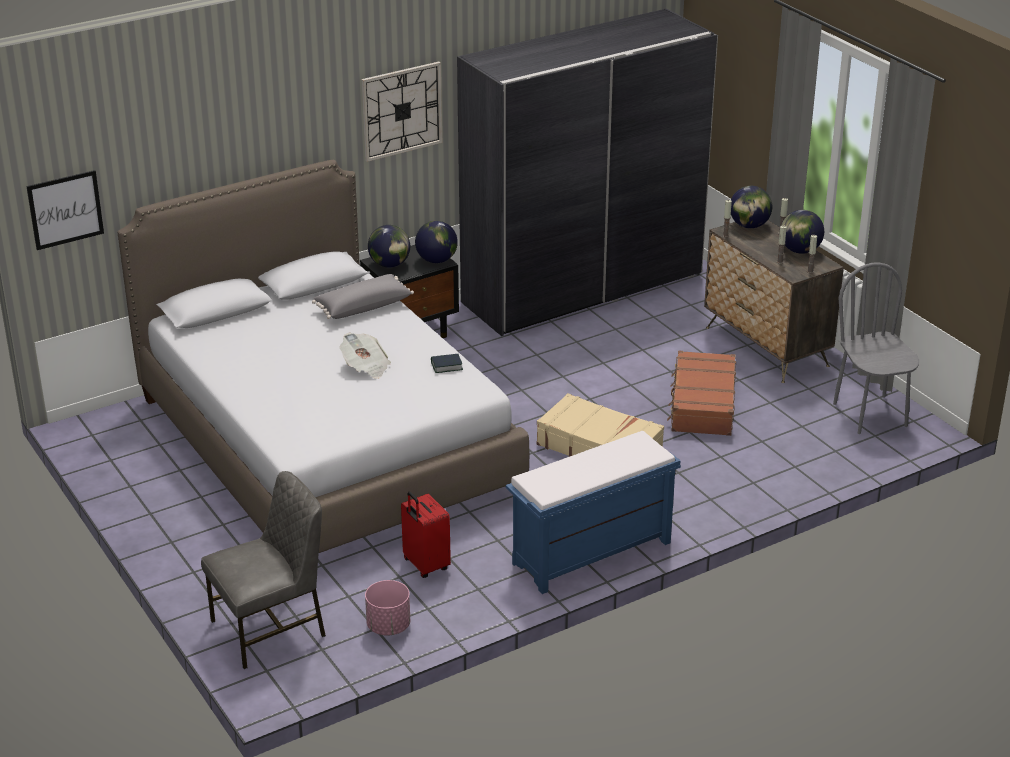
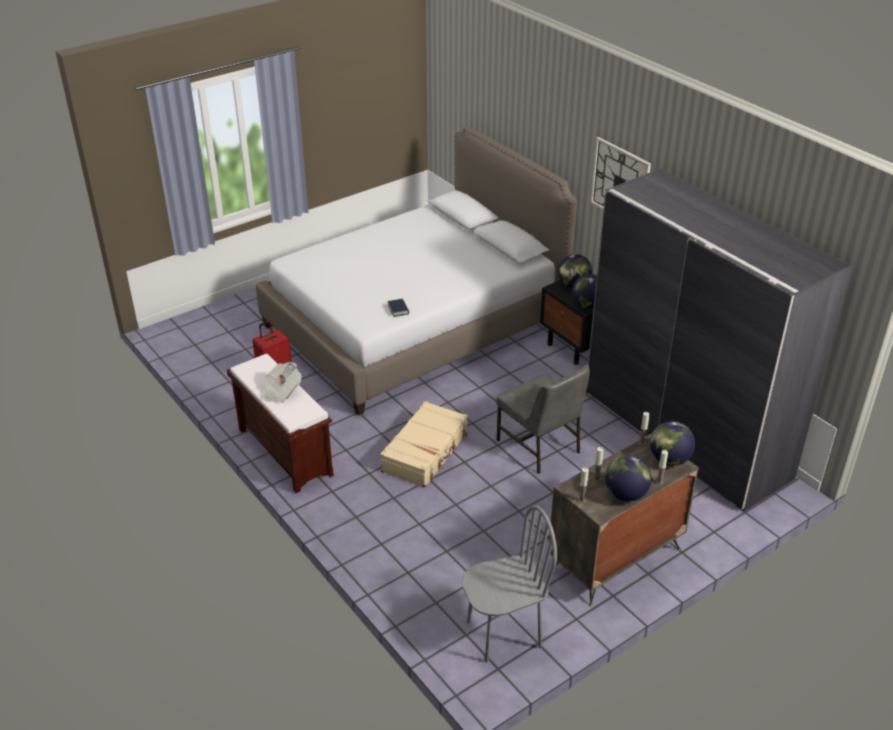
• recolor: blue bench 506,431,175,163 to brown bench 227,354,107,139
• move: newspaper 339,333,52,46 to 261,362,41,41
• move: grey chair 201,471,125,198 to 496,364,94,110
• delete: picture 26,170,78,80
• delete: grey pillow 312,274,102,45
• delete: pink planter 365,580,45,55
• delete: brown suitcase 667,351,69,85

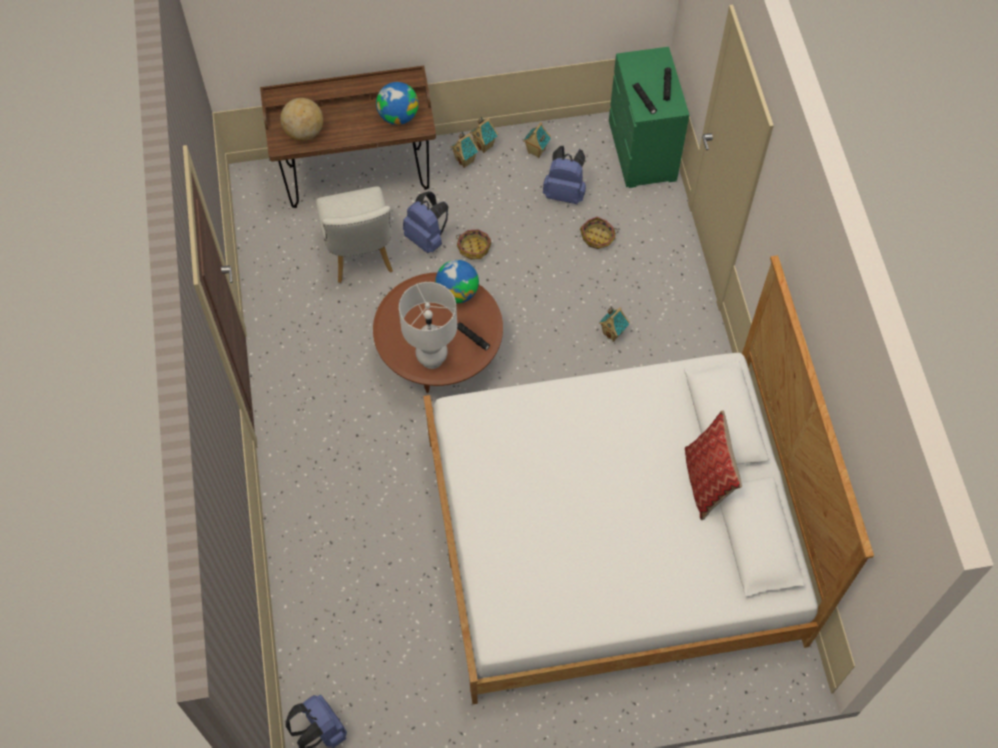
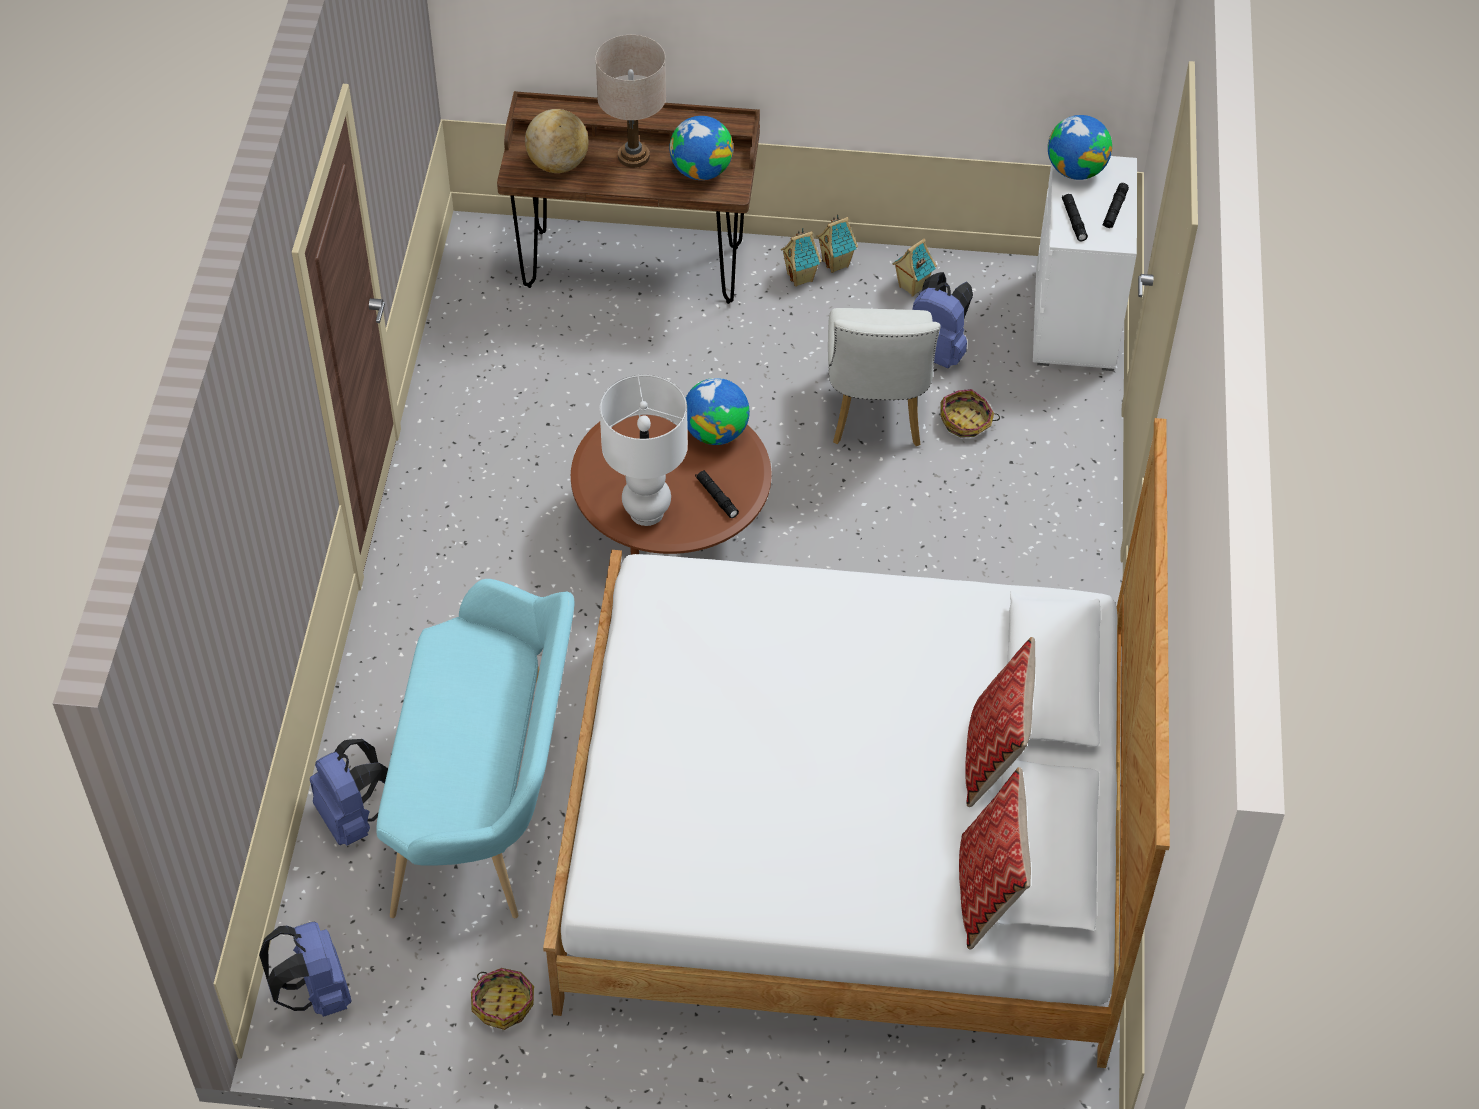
• move: blue backpack 403,191,45,62 to 310,739,78,107
• insert: turquoise bench 376,579,198,339
• move: basket 456,229,35,31 to 471,968,63,62
• insert: beige table lamp 595,35,71,133
• move: white chair 316,186,77,97 to 828,308,113,138
• insert: pillow 959,767,72,183
• recolor: green dresser 609,47,80,141 to white dresser 1033,156,104,215
• insert: globe 1048,115,64,65
• delete: toy house 599,306,31,36

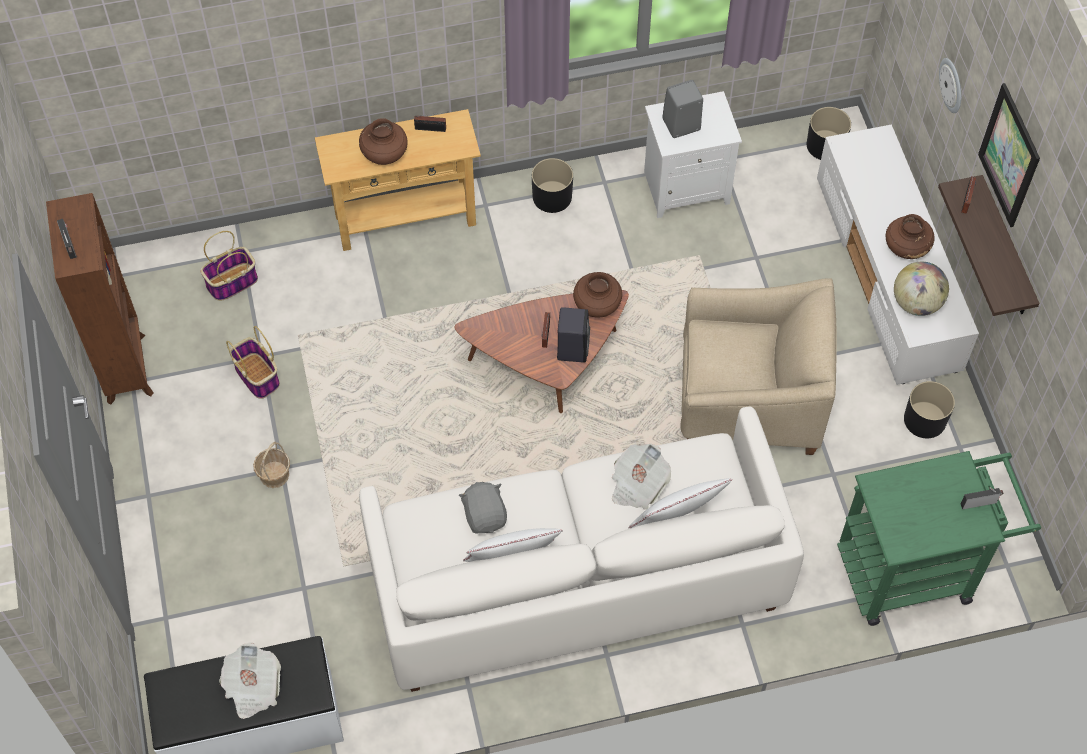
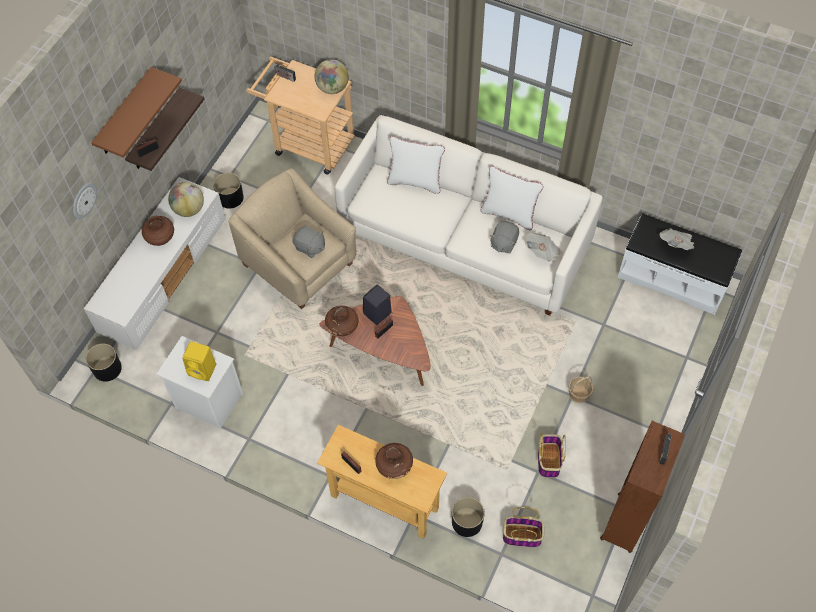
• replace: picture 978,83,62,144 to brown shelf 91,67,91,91
• recolor: grey speaker 662,80,41,58 to yellow speaker 183,341,33,40
• recolor: green cart 837,451,204,175 to beige cart 246,57,109,118
• insert: grey plush toy 292,226,33,32
• insert: globe 315,59,34,35
• move: black planter 532,158,41,55 to 452,497,33,40
• move: newspaper 612,444,59,66 to 525,232,37,30

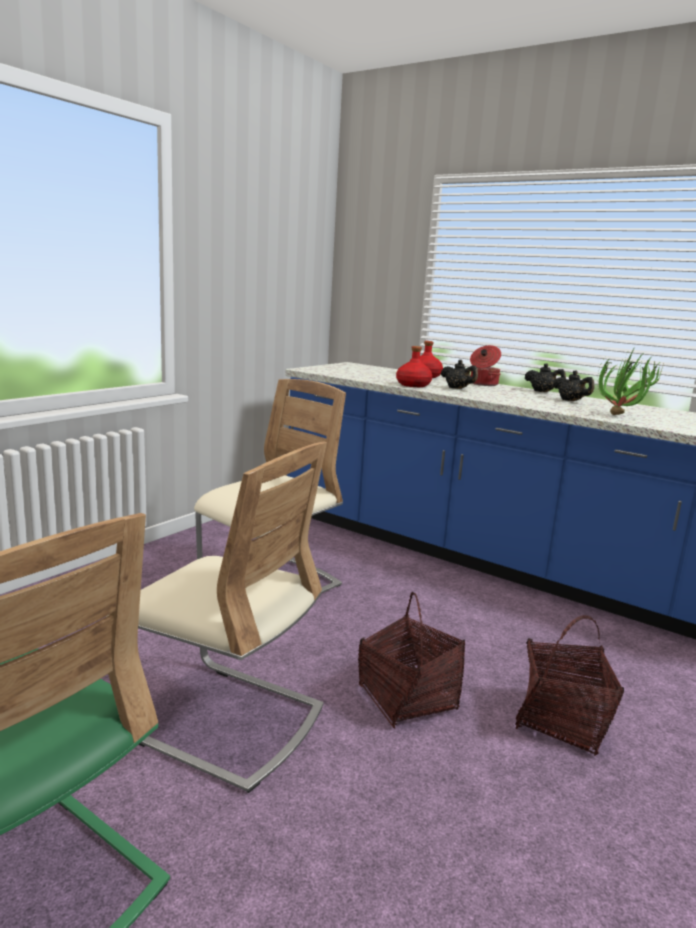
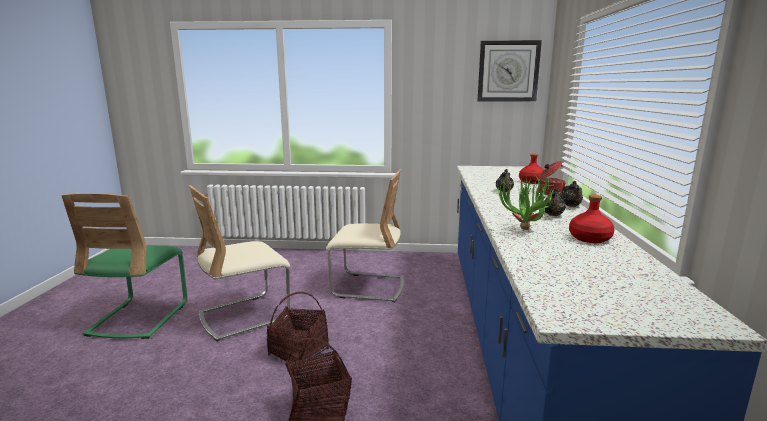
• rotate: beige chair 106,442,221,351 = 189,185,101,156 60 degrees clockwise
• insert: wall clock 478,40,64,62
• move: red bottle 396,346,36,41 to 569,195,46,48

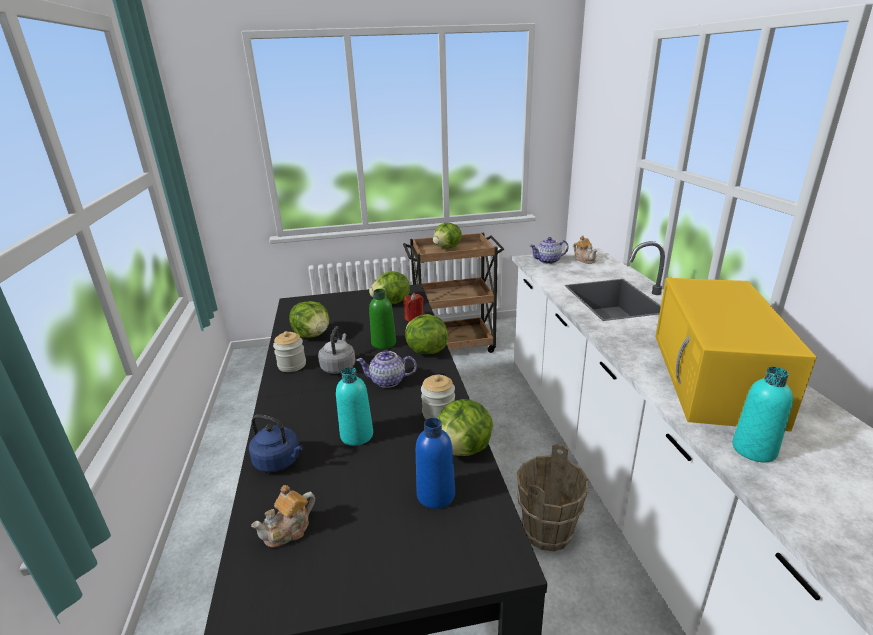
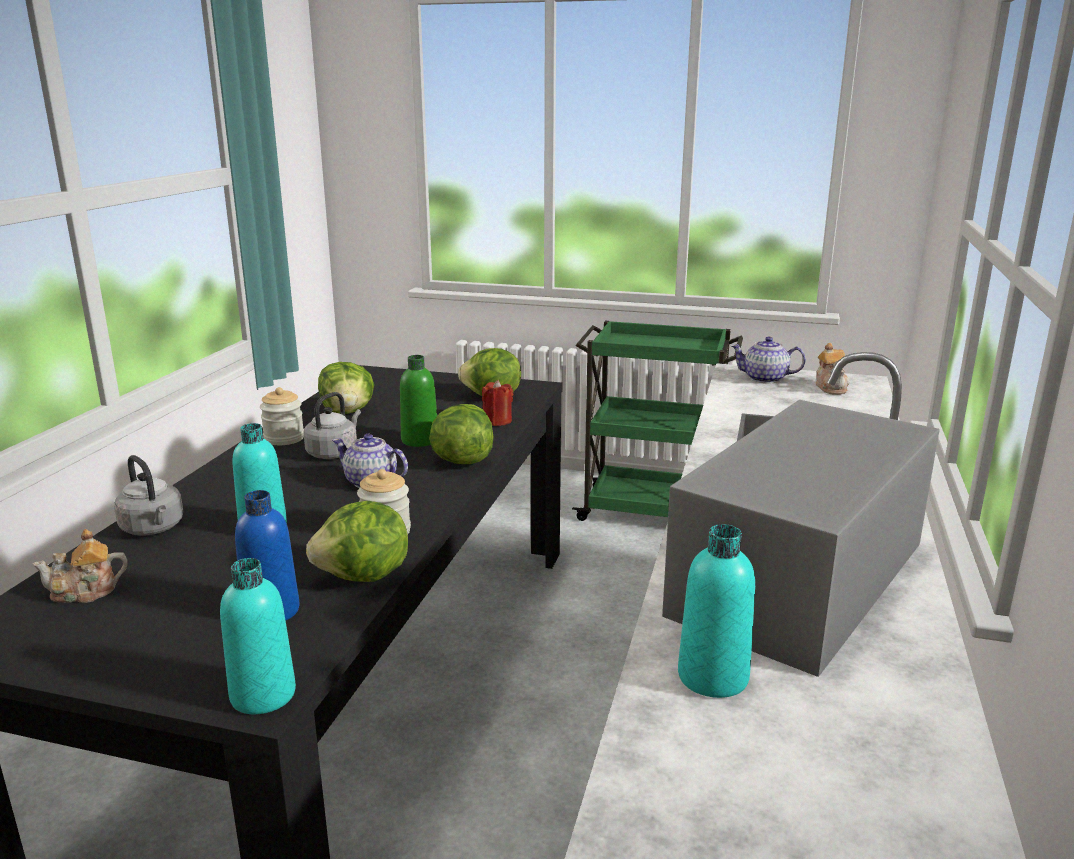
• recolor: blue kettle 249,414,54,58 to grey kettle 114,455,69,80
• insert: turquoise bottle 220,558,76,156
• recolor: brown cart 403,233,101,120 to green cart 572,321,171,200
• recolor: yellow microwave 655,278,162,153 to grey microwave 662,400,278,277
• delete: lettuce 433,223,29,25
• delete: brown bucket 517,444,71,107

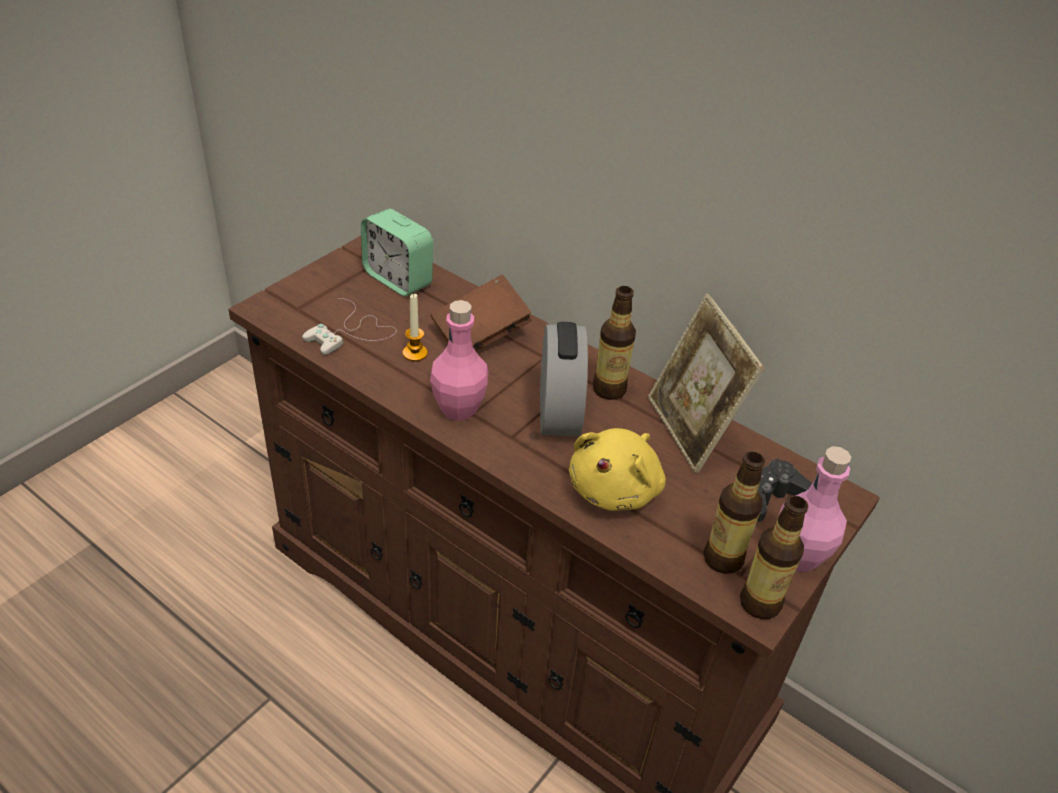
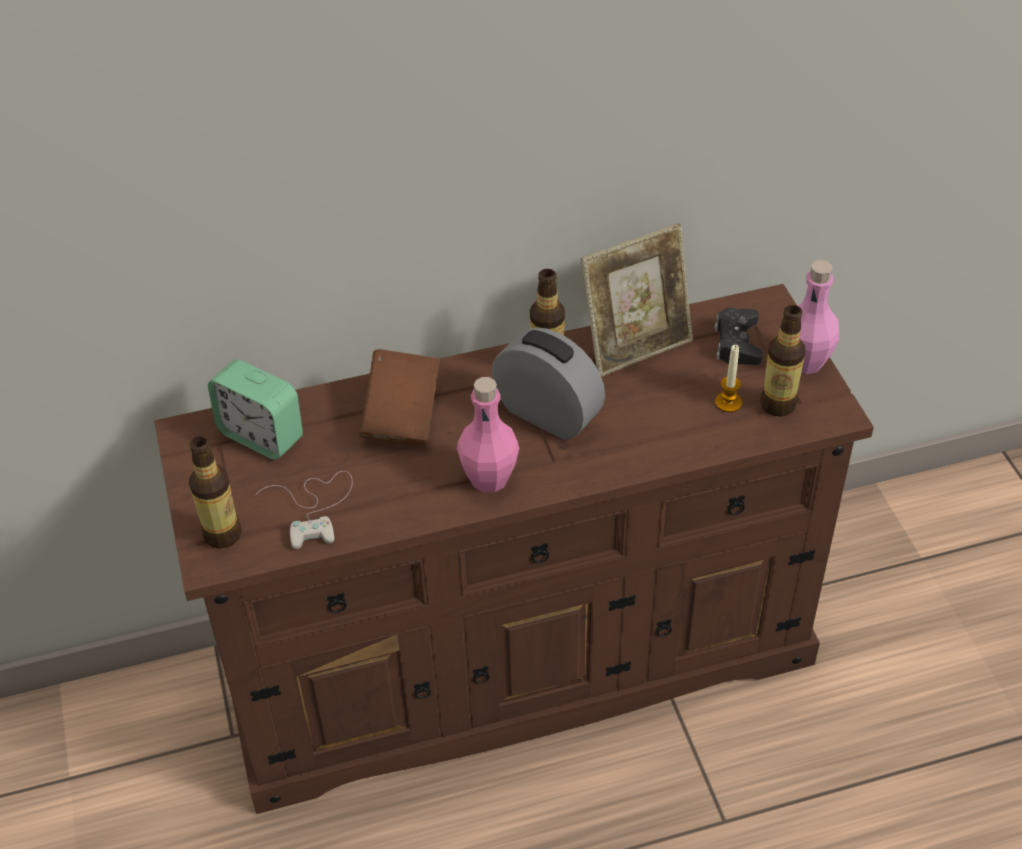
• move: bottle 740,496,68,123 to 189,436,53,113
• rotate: alarm clock 361,209,72,87 = 208,359,95,101 45 degrees clockwise
• rotate: picture frame 648,294,117,179 = 581,223,112,154 45 degrees counterclockwise
• move: candle 402,293,26,69 to 715,345,27,67
• delete: yellow plush toy 569,428,97,83

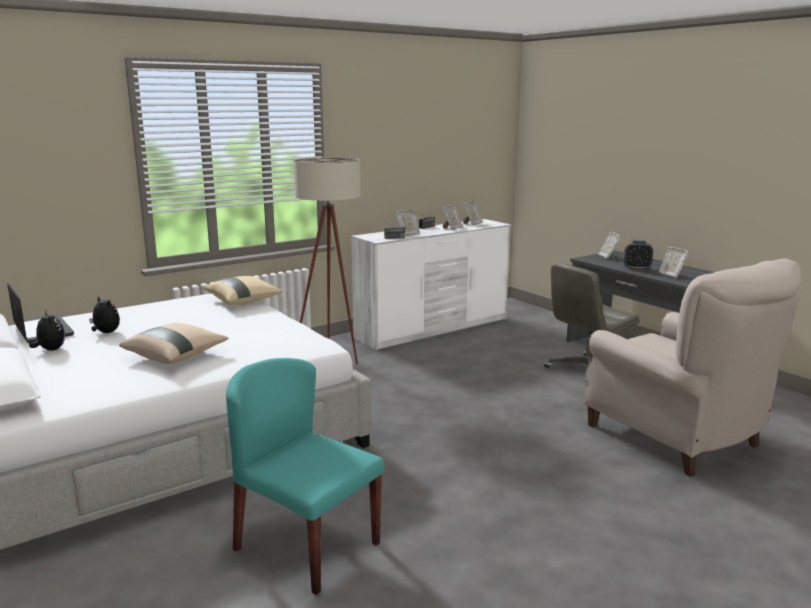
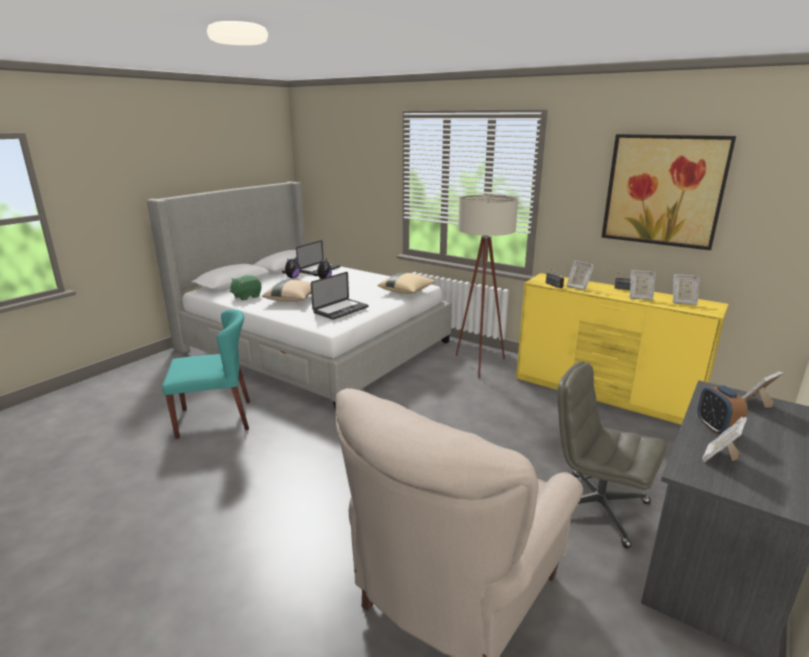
• rotate: turquoise chair 226,358,158,237 = 162,310,88,129 60 degrees clockwise
• insert: green plush toy 230,275,31,26
• insert: laptop 311,272,57,48
• recolor: white dresser 351,219,160,131 to yellow dresser 516,273,212,152
• insert: picture 602,134,134,116

